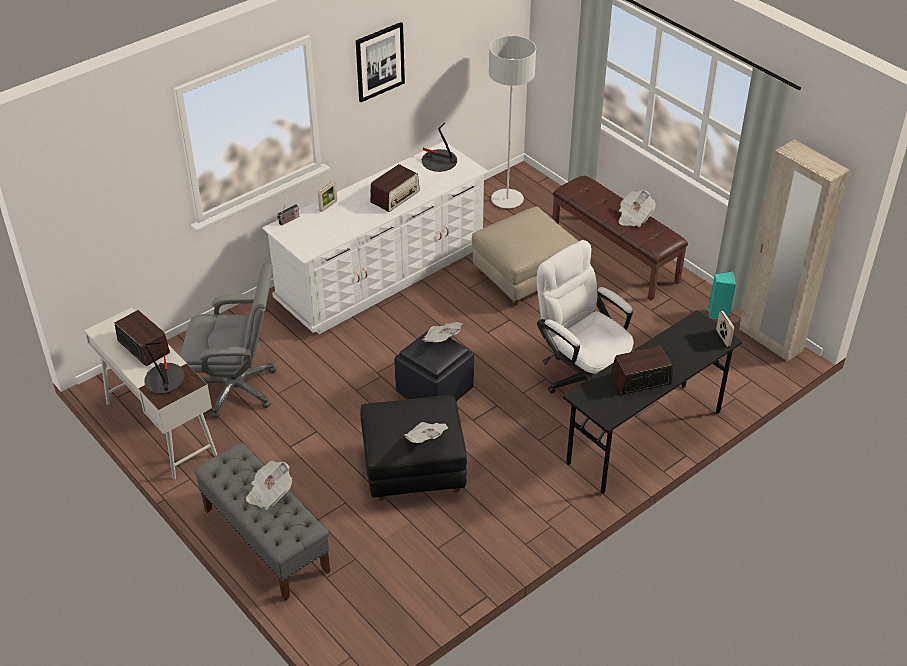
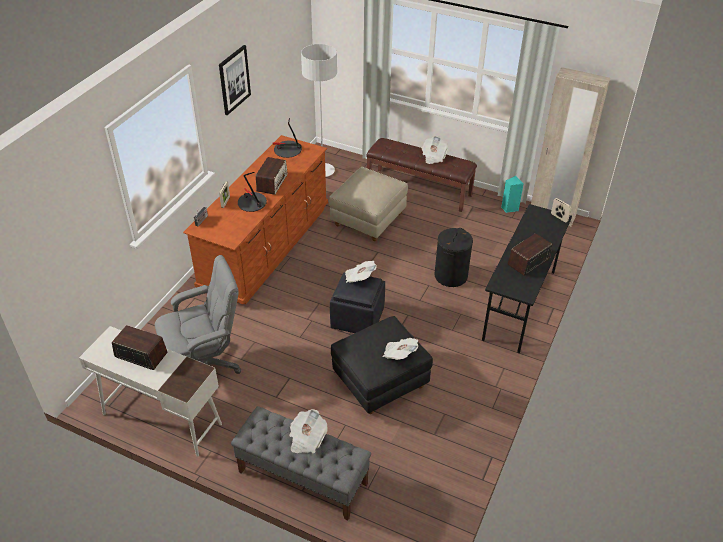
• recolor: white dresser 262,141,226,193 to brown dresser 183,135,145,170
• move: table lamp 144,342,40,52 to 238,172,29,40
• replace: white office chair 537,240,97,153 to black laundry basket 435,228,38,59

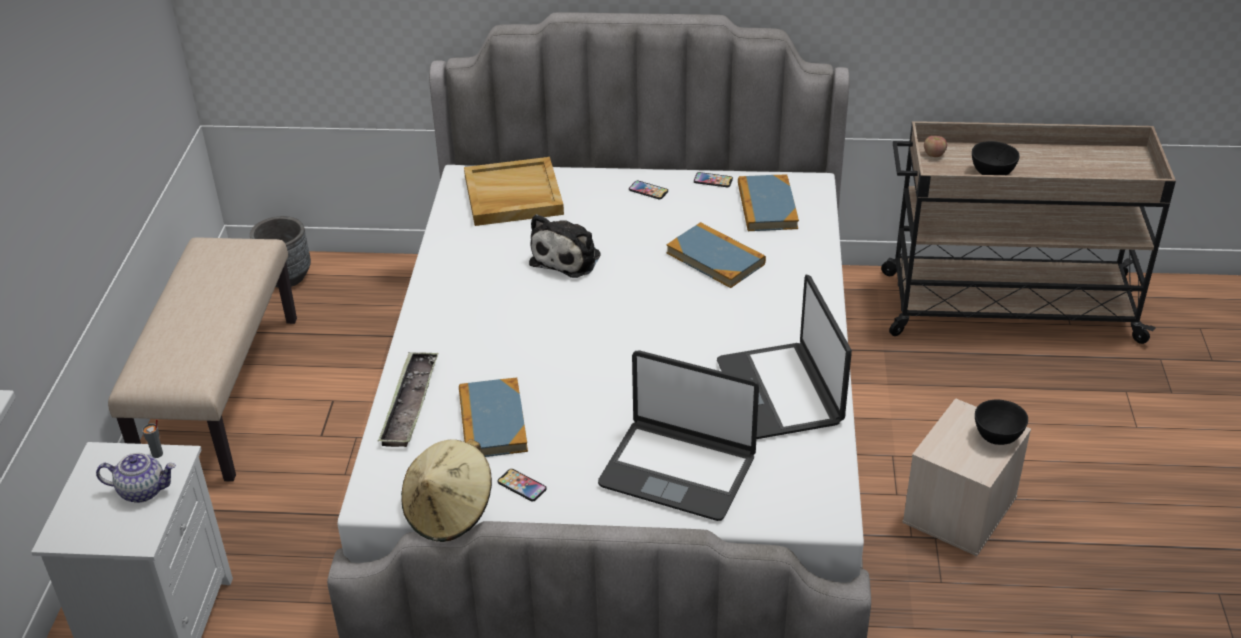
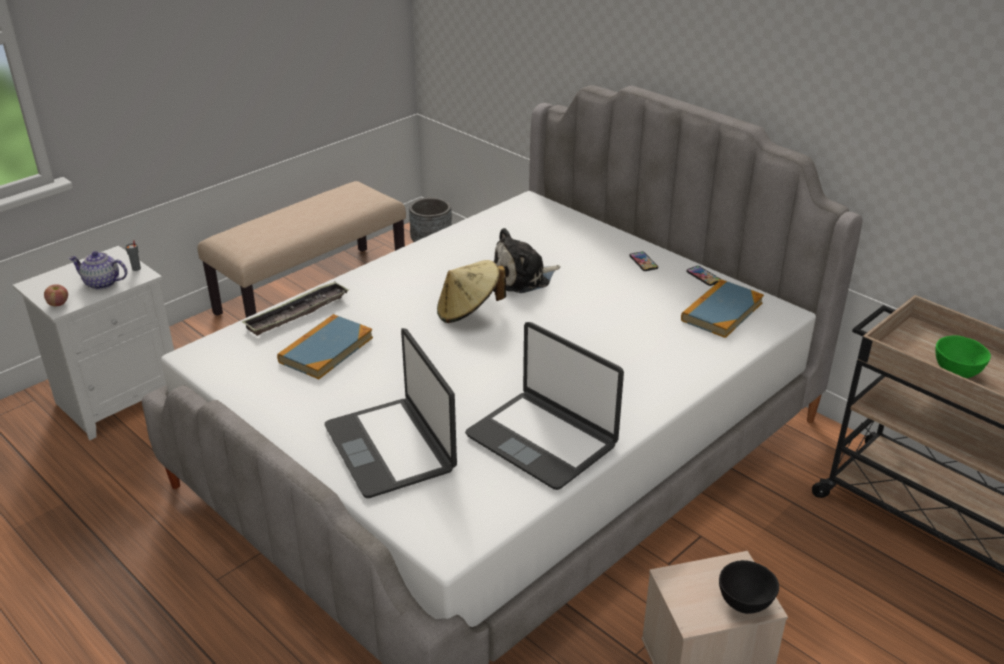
• move: apple 924,136,23,21 to 44,284,24,22
• rotate: teapot 96,453,80,50 = 69,251,58,39 150 degrees clockwise
• move: beige hat 401,439,91,103 to 437,260,69,63
• rotate: laptop 717,275,135,164 = 465,322,159,168 75 degrees counterclockwise
• recolor: black bowl 972,141,48,34 to green bowl 935,336,56,42
• delete: beige tray 464,157,100,69
• delete: phone 498,469,49,32
• delete: book 666,222,100,66

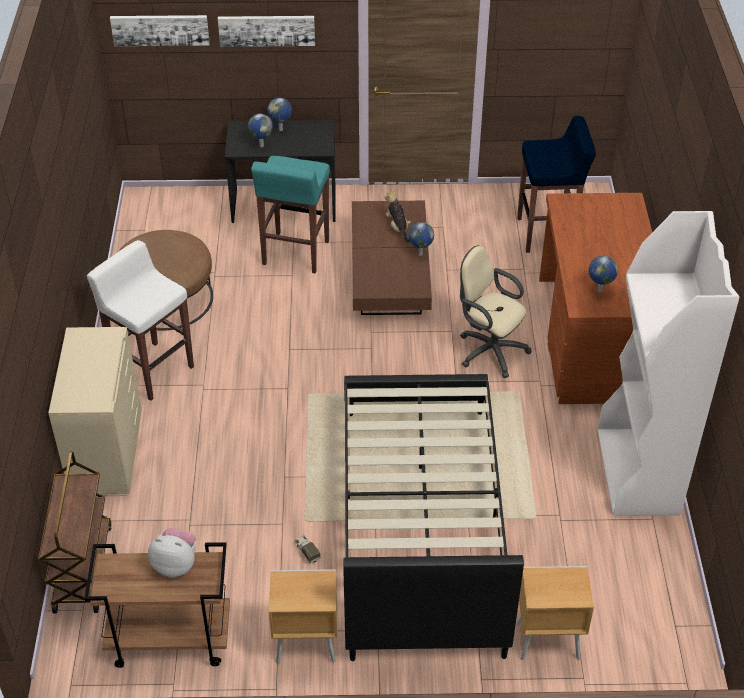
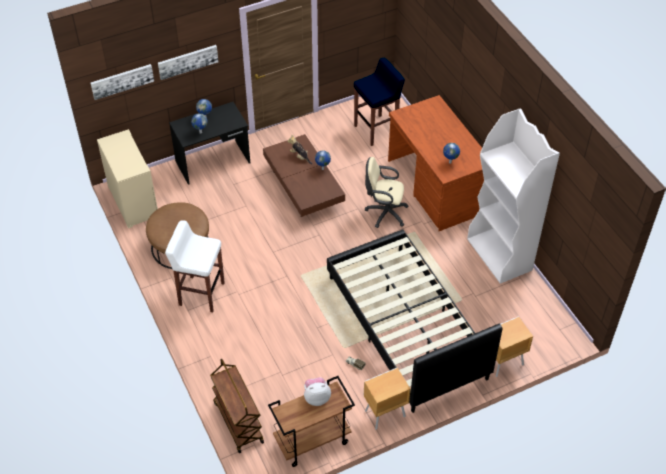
• move: beige dresser 48,327,94,169 to 97,129,61,99
• delete: turquoise stool 251,156,79,117

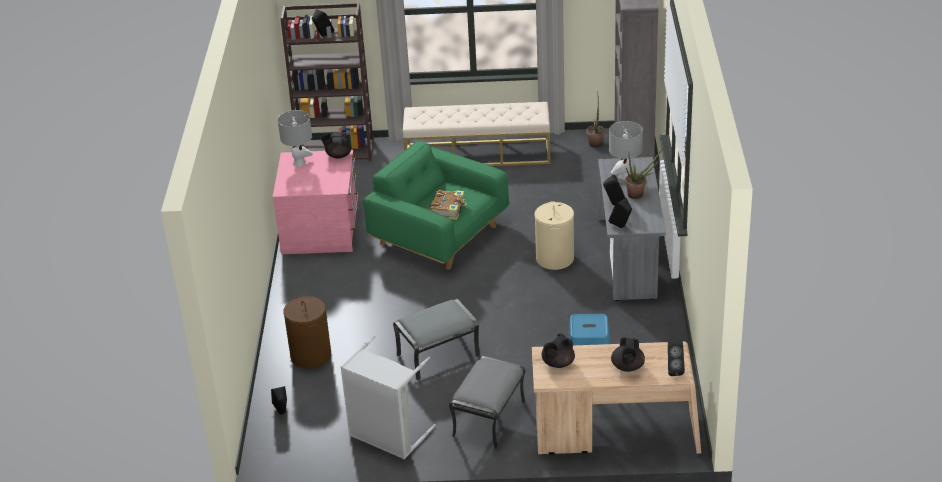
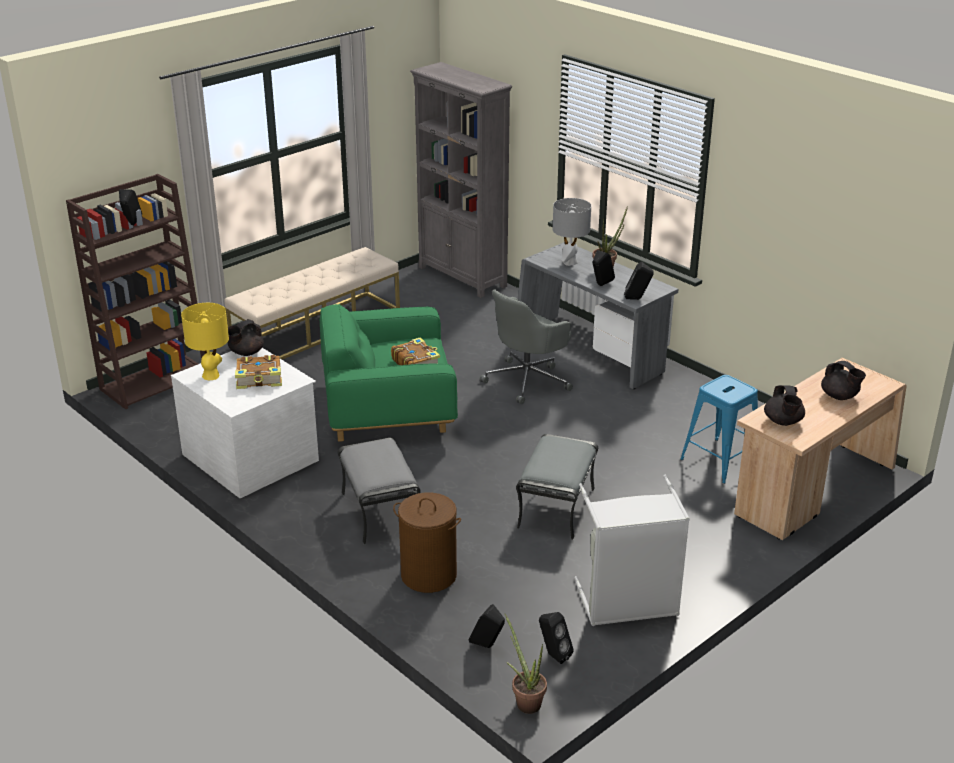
• recolor: pink dresser 273,150,86,104 to white dresser 171,348,148,150
• recolor: grey table lamp 278,110,35,57 to yellow table lamp 181,303,48,77
• insert: book 235,355,47,34
• move: grey ottoman 449,356,76,93 to 338,438,83,106
• replace: beige laundry basket 535,201,39,69 to grey office chair 480,290,93,114
• move: potted plant 586,91,19,57 to 505,614,42,100
• move: black speaker 668,336,17,40 to 539,612,35,52

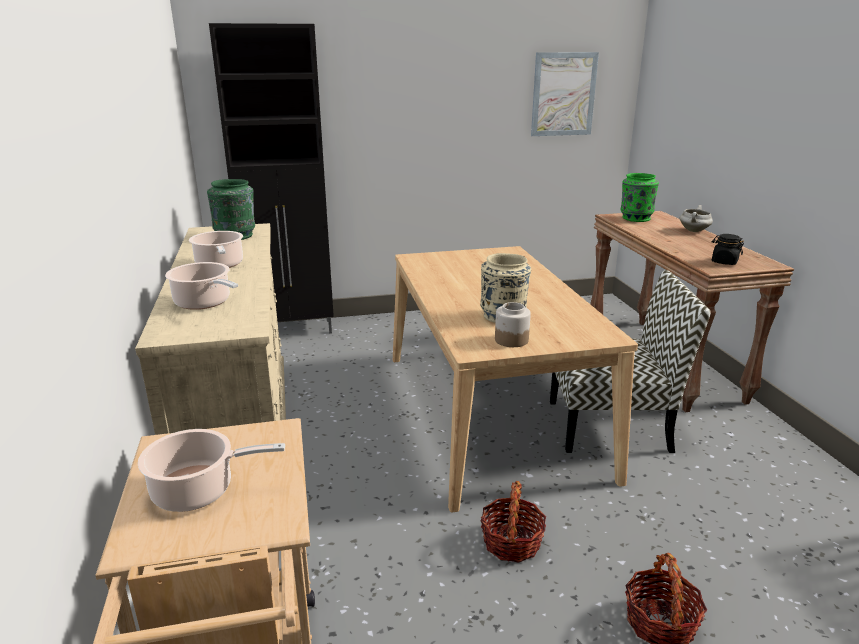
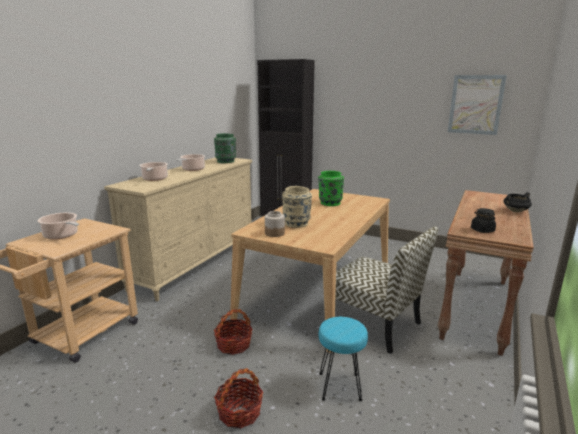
• move: green vase 620,173,39,49 to 318,171,26,35
• insert: turquoise stool 319,317,49,84
• recolor: white cooking pot 680,205,33,27 to black cooking pot 504,192,28,20

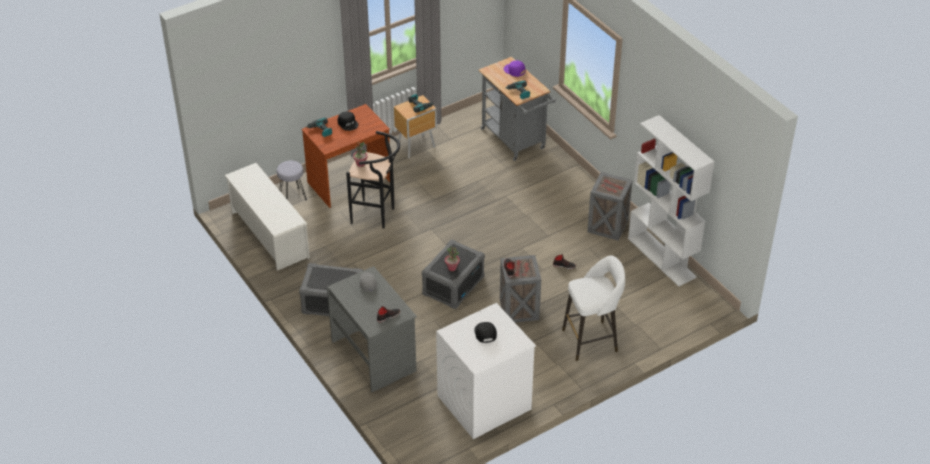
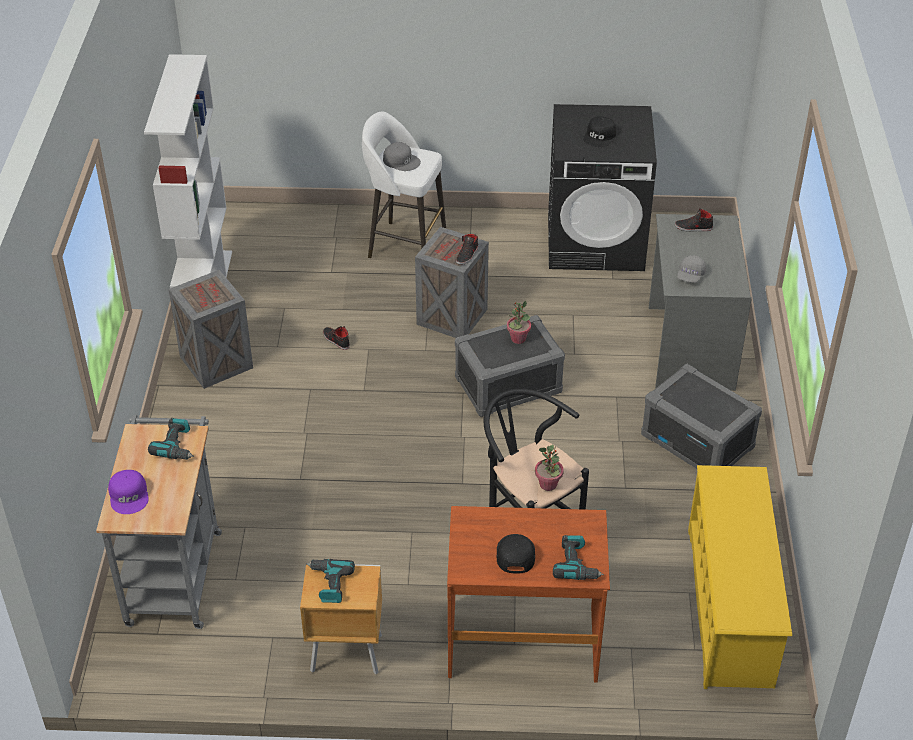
• insert: grey cap 383,142,38,29
• recolor: white washing machine 436,303,100,136 to black washing machine 548,104,109,167
• recolor: white shoe rack 224,163,86,108 to yellow shoe rack 688,465,104,224
• delete: grey stool 277,161,30,39

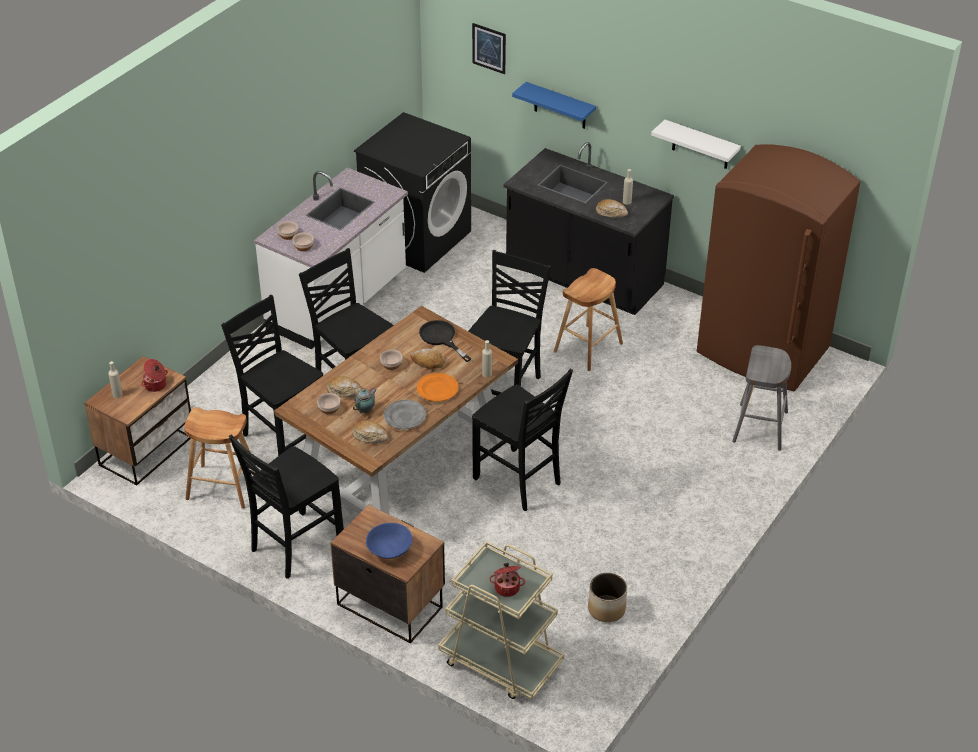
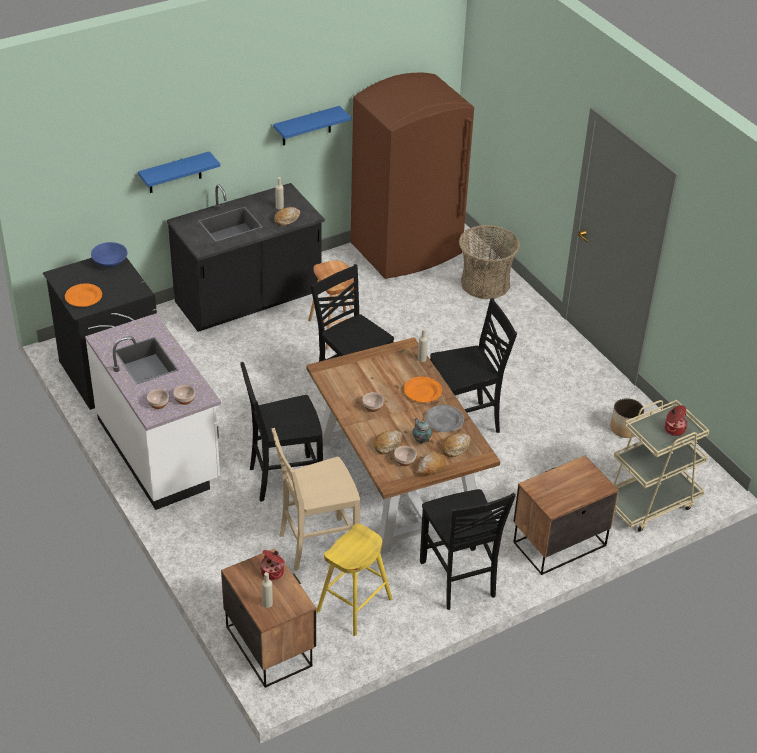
• insert: orange plate 65,283,37,24
• move: blue bowl 366,523,47,36 to 91,242,37,25
• recolor: black chair 221,295,102,161 to beige chair 272,428,88,143
• recolor: white shelf 651,119,90,50 to blue shelf 273,106,78,40
• recolor: brown stool 184,407,72,102 to yellow stool 317,524,75,112
• move: bread 410,348,35,21 to 417,451,29,24
• replace: grey stool 732,345,59,106 to basket 459,225,61,74
• delete: black frying pan 419,320,53,42
• delete: picture 472,23,34,51

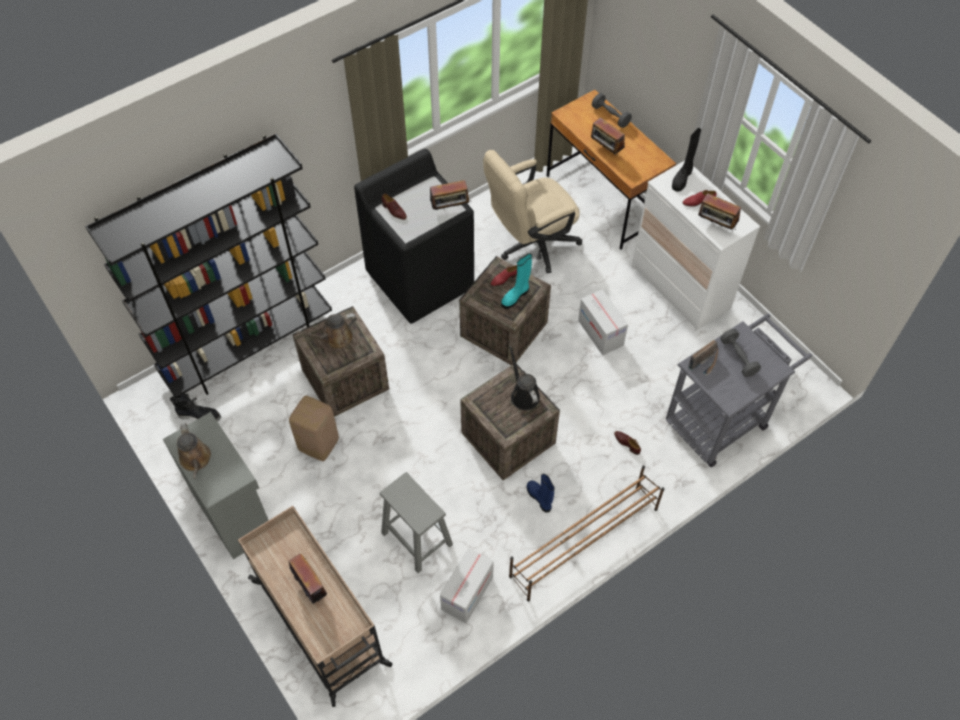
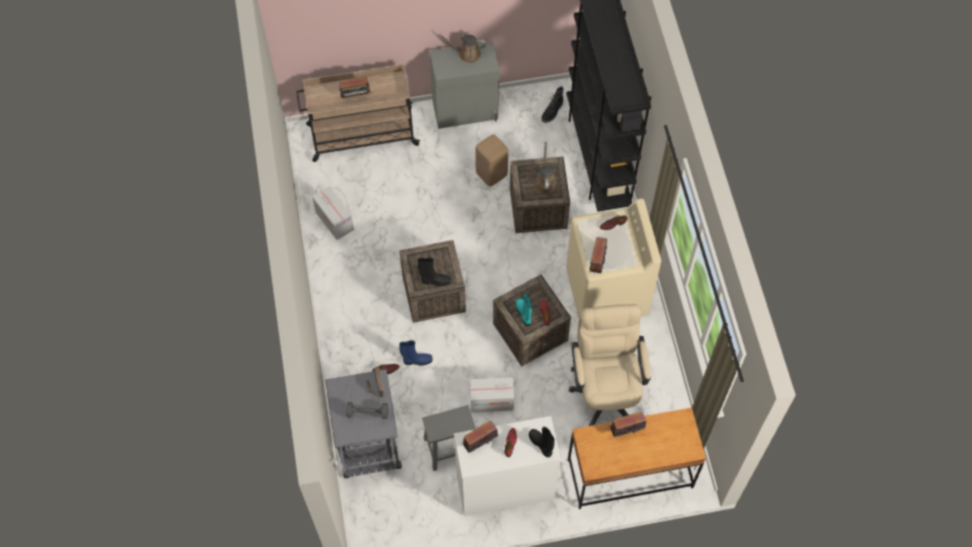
• move: blue boot 527,474,28,39 to 399,340,34,26
• replace: black watering can 509,345,31,65 to black boot 418,258,33,28
• move: grey stool 380,472,73,101 to 422,405,54,66
• recolor: black washing machine 354,149,120,175 to beige washing machine 566,198,95,120
• delete: brown shoe rack 509,466,155,135
• delete: grey dumbbell 592,93,40,35

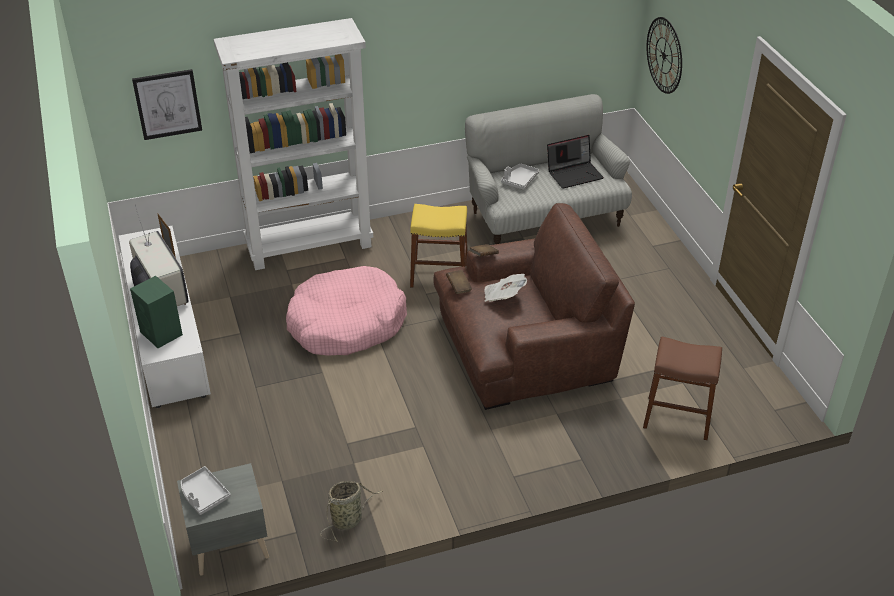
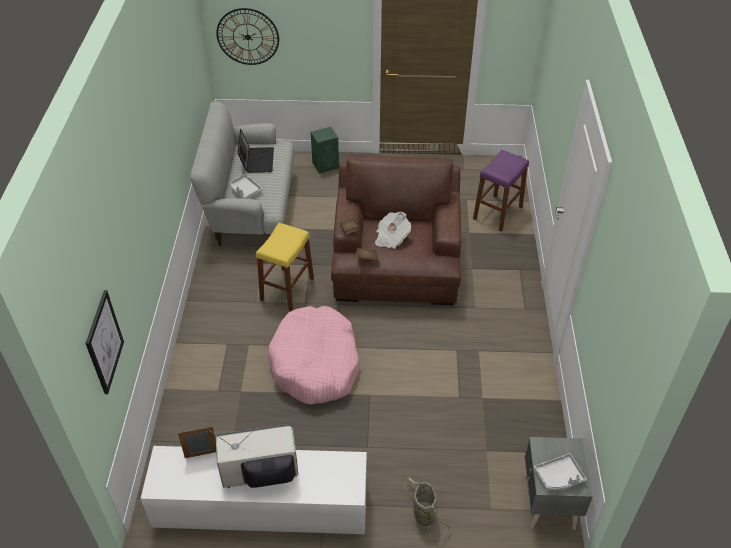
• move: green speaker 130,276,53,72 to 311,127,28,47
• move: basket 320,481,63,61 to 404,477,47,63
• recolor: brown stool 643,337,79,103 to purple stool 473,150,56,82
• delete: white bookcase 214,18,159,252

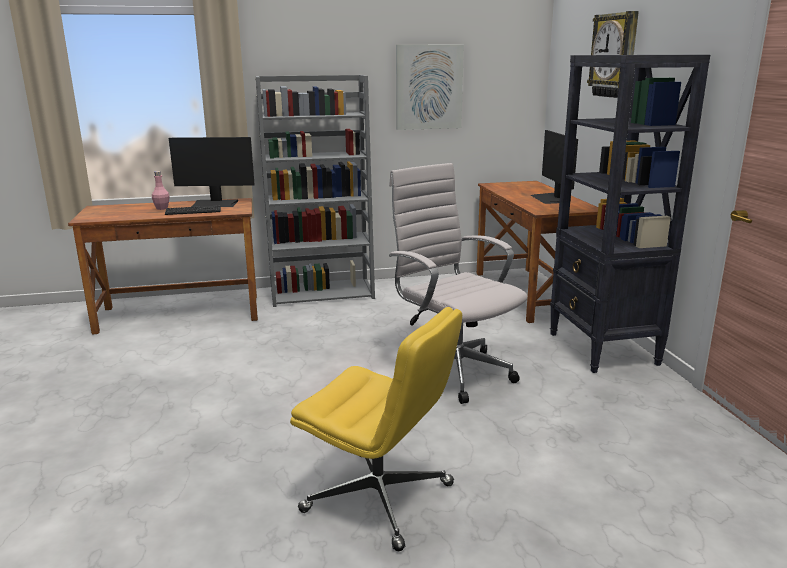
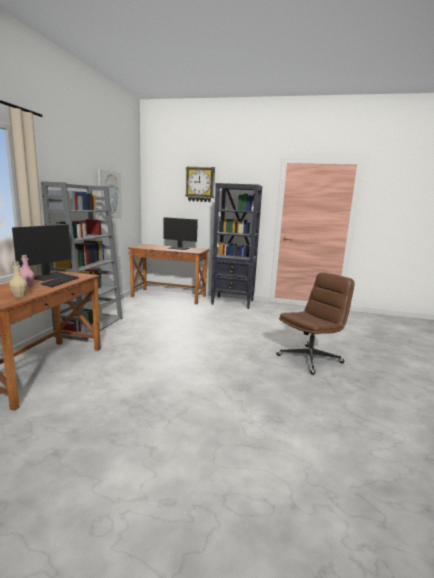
• insert: beige bottle 9,262,18,35
• recolor: yellow office chair 290,307,172,244 to brown office chair 276,273,79,102
• delete: white office chair 389,163,139,241

